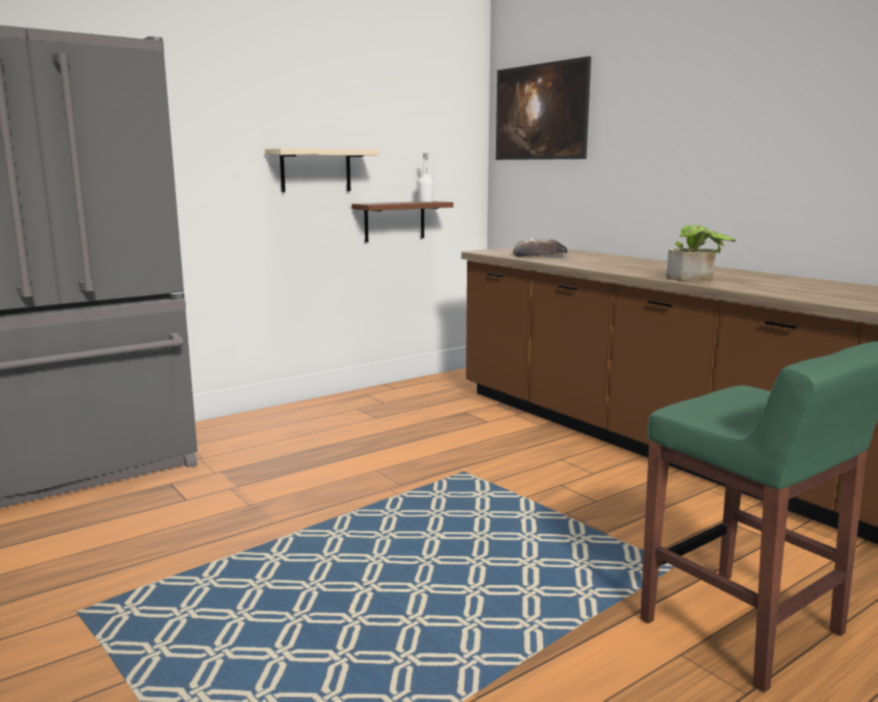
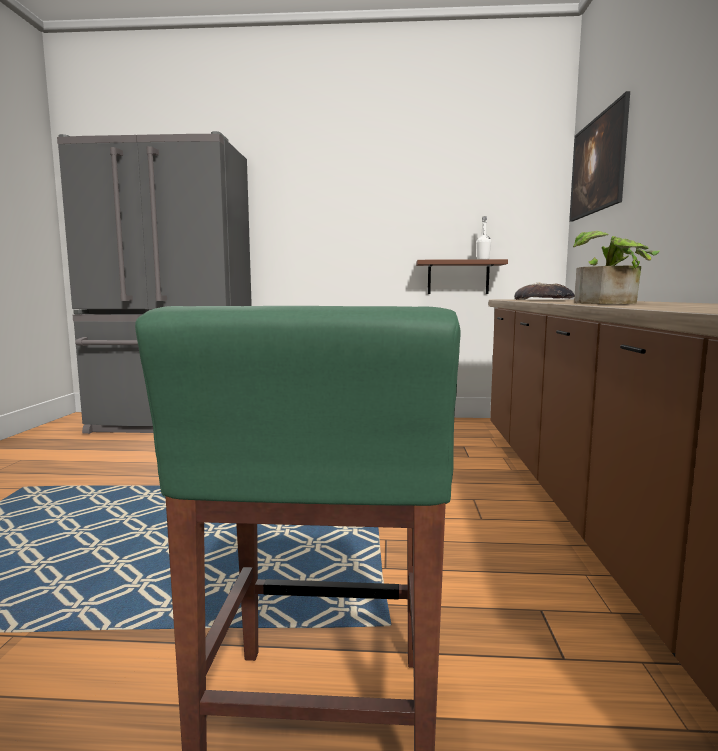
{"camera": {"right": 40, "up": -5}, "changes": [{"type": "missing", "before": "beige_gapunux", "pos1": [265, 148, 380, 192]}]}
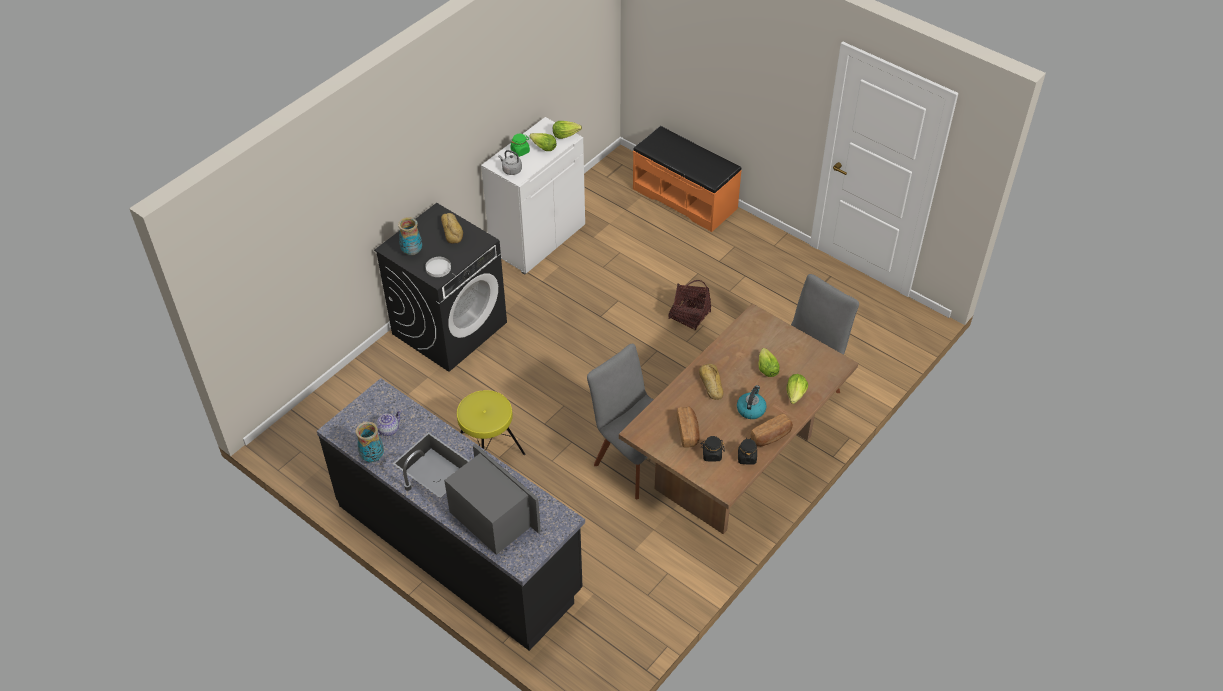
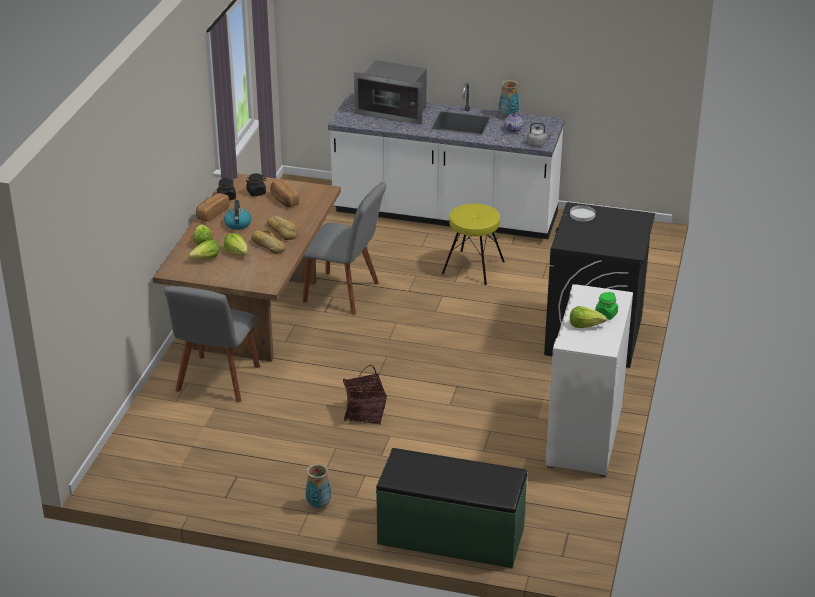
{"camera": {"right": 155, "up": -15}, "changes": [{"type": "relocated", "before": "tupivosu", "pos1": [553, 121, 582, 139], "pos2": [188, 240, 220, 259]}, {"type": "relocated", "before": "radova", "pos1": [441, 213, 463, 243], "pos2": [251, 230, 285, 254]}, {"type": "relocated", "before": "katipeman", "pos1": [398, 217, 422, 255], "pos2": [306, 464, 331, 509]}, {"type": "colour", "before": "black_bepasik", "after": "white_bepasik", "pos1": [317, 378, 585, 651], "pos2": [328, 83, 565, 239]}, {"type": "colour", "before": "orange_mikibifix", "after": "green_mikibifix", "pos1": [633, 126, 742, 232], "pos2": [376, 448, 528, 568]}, {"type": "relocated", "before": "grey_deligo", "pos1": [498, 150, 522, 175], "pos2": [527, 122, 553, 147]}]}
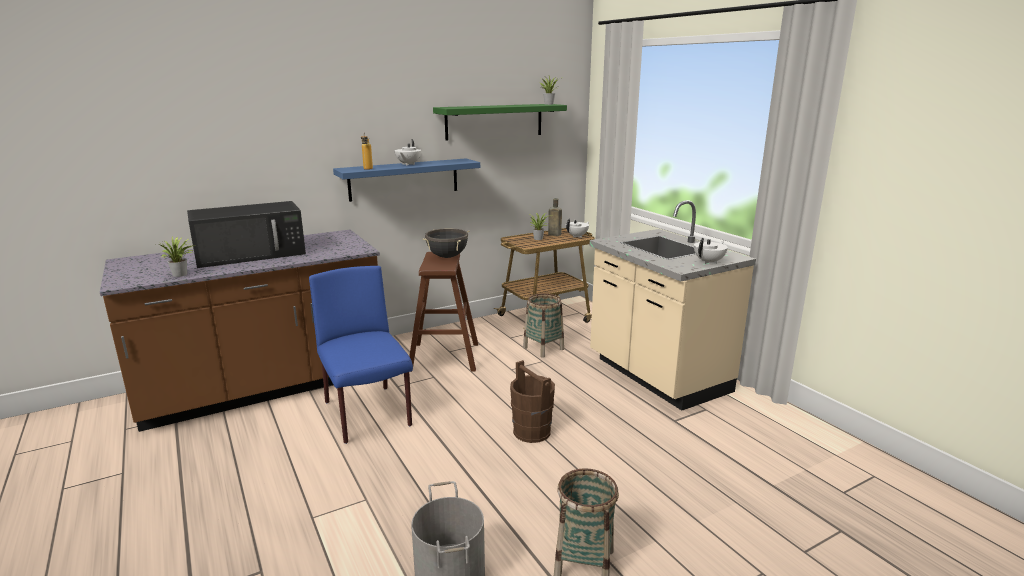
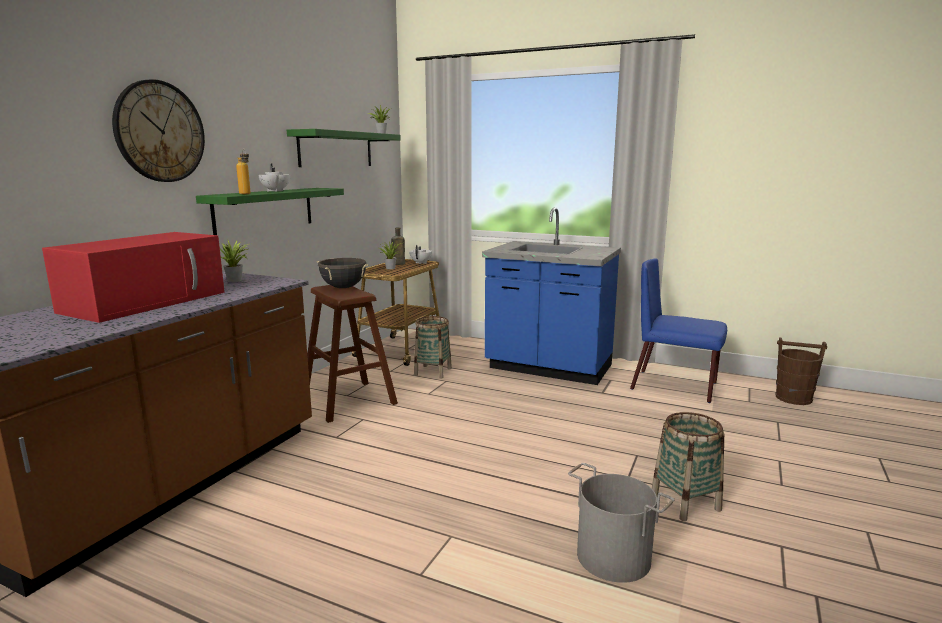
{"camera": {"right": -35, "up": -5}, "changes": [{"type": "colour", "before": "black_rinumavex", "after": "red_rinumavex", "pos1": [187, 201, 306, 268], "pos2": [42, 232, 225, 323]}, {"type": "appeared", "after": "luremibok", "pos2": [112, 79, 205, 182]}, {"type": "colour", "before": "blue_gapunux", "after": "green_gapunux", "pos1": [333, 158, 480, 202], "pos2": [196, 188, 344, 235]}, {"type": "relocated", "before": "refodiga", "pos1": [158, 237, 196, 277], "pos2": [220, 240, 252, 282]}, {"type": "colour", "before": "beige_bepasik", "after": "blue_bepasik", "pos1": [589, 200, 756, 410], "pos2": [482, 207, 621, 385]}, {"type": "relocated", "before": "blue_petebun", "pos1": [309, 266, 413, 444], "pos2": [630, 258, 727, 403]}, {"type": "relocated", "before": "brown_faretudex", "pos1": [510, 360, 555, 443], "pos2": [775, 337, 827, 405]}, {"type": "missing", "before": "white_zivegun", "pos1": [694, 238, 728, 264]}]}
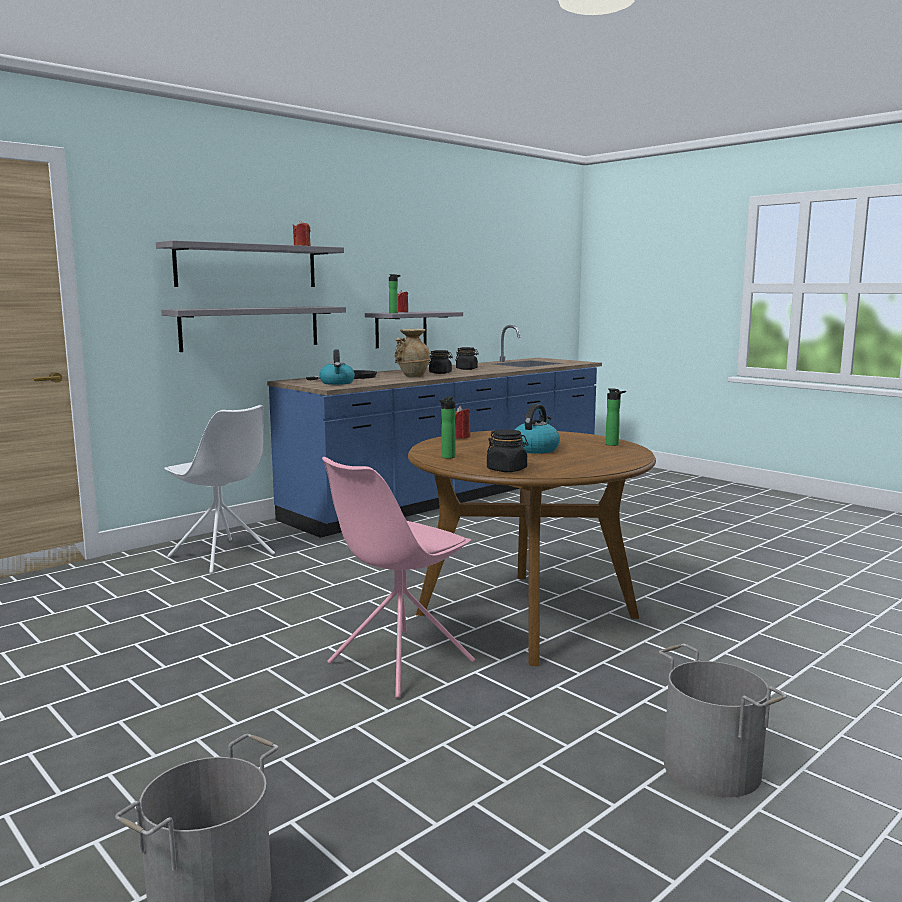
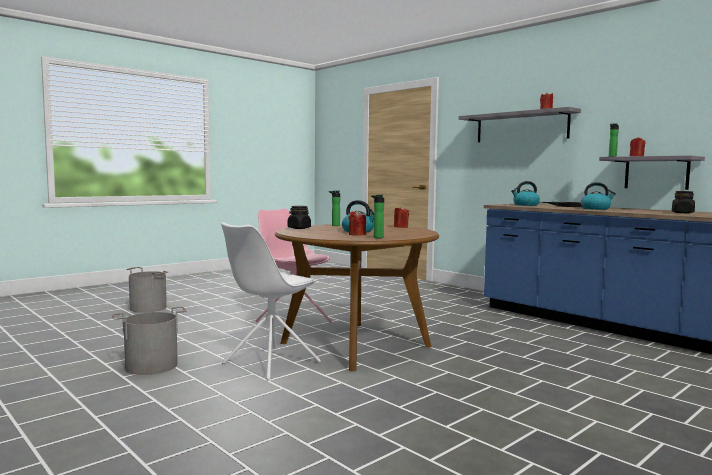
{"camera": {"right": 90, "up": -5}, "changes": [{"type": "relocated", "before": "white_petebun", "pos1": [164, 405, 275, 574], "pos2": [221, 222, 321, 381]}, {"type": "appeared", "after": "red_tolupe", "pos2": [348, 210, 366, 236]}, {"type": "exchanged", "before": "beige_katipeman", "after": "deligo", "pos1": [394, 329, 431, 377], "pos2": [581, 182, 616, 210]}, {"type": "missing", "before": "grey_gapunux", "pos1": [161, 306, 346, 352]}, {"type": "missing", "before": "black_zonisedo", "pos1": [429, 350, 453, 374]}]}
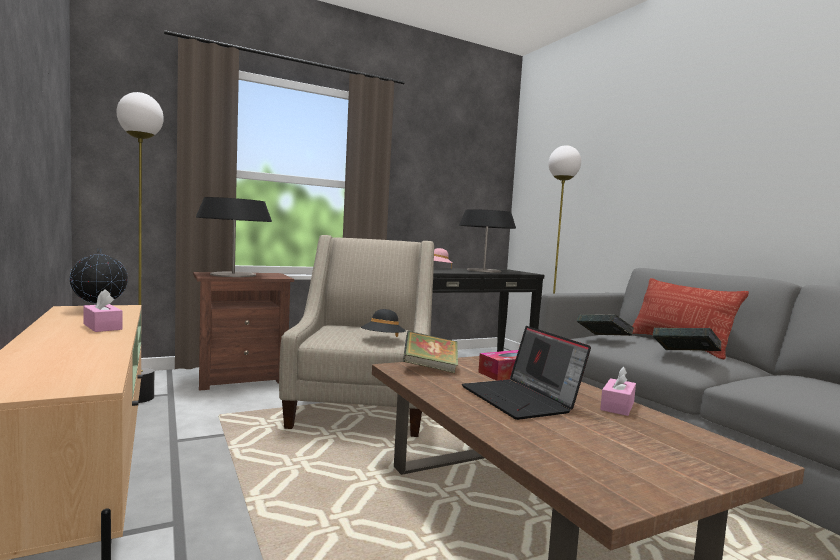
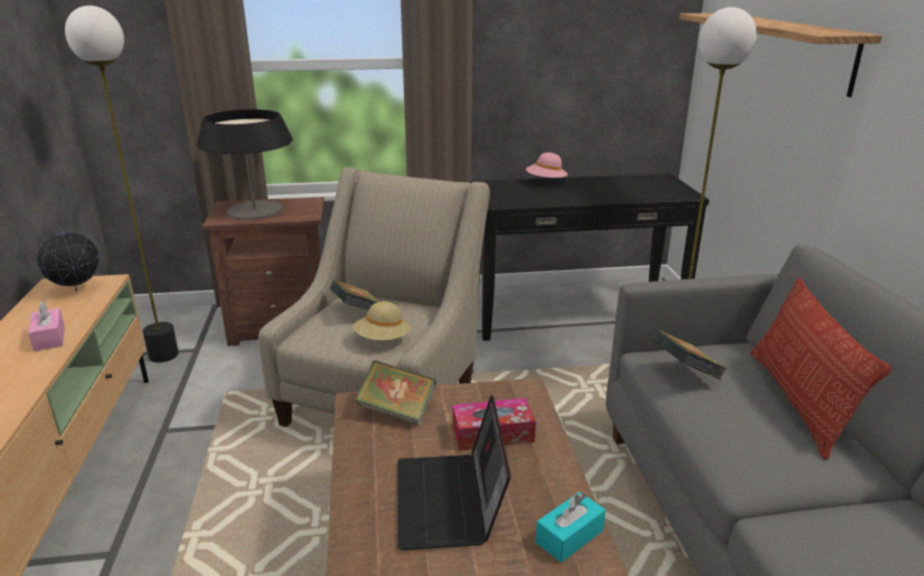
{"camera": {"right": 20, "up": 20}, "changes": [{"type": "relocated", "before": "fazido", "pos1": [653, 328, 721, 351], "pos2": [330, 280, 379, 310]}, {"type": "colour", "before": "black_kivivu", "after": "beige_kivivu", "pos1": [361, 309, 406, 337], "pos2": [353, 301, 411, 340]}, {"type": "colour", "before": "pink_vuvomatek", "after": "turquoise_vuvomatek", "pos1": [600, 366, 636, 416], "pos2": [536, 492, 606, 563]}, {"type": "appeared", "after": "gapunux", "pos2": [679, 13, 882, 97]}, {"type": "missing", "before": "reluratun", "pos1": [459, 209, 516, 273]}]}
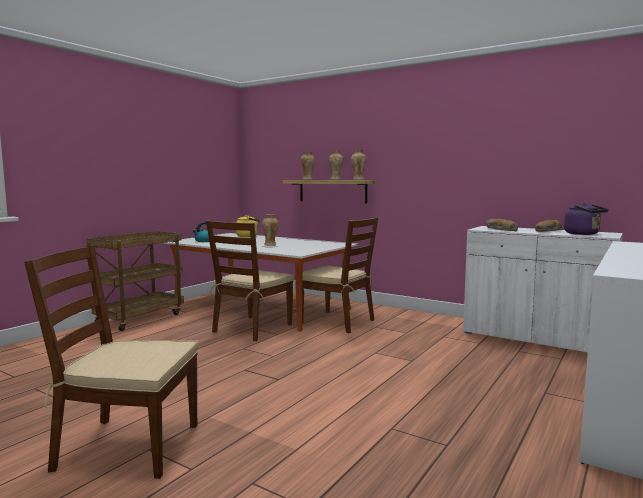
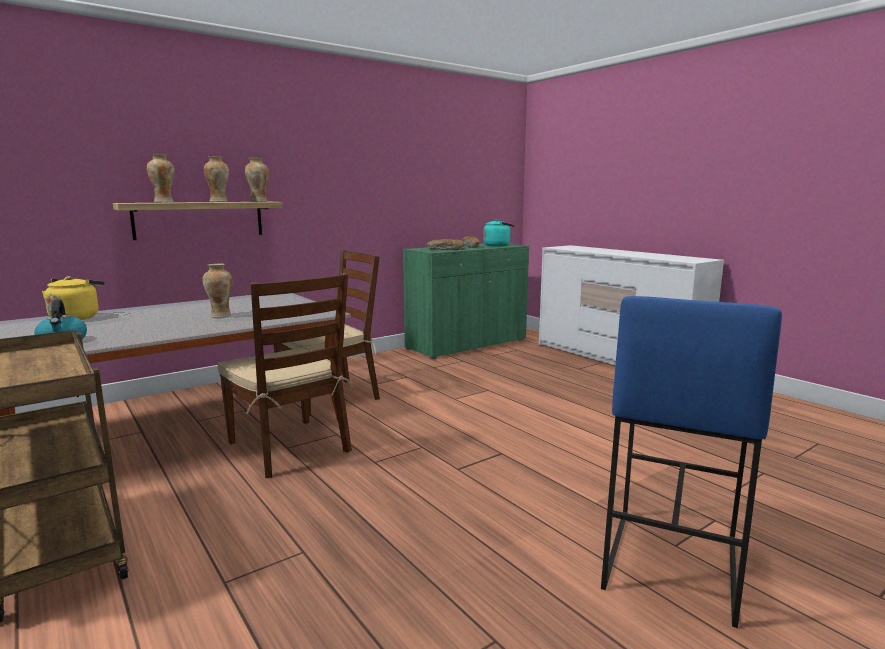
{"camera": {"right": -70, "up": 5}, "changes": [{"type": "colour", "before": "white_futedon", "after": "green_futedon", "pos1": [463, 226, 623, 352], "pos2": [403, 244, 529, 359]}, {"type": "colour", "before": "purple_deligo", "after": "turquoise_deligo", "pos1": [564, 203, 609, 235], "pos2": [483, 219, 515, 247]}, {"type": "exchanged", "before": "brown_petebun", "after": "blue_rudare", "pos1": [24, 245, 199, 479], "pos2": [601, 296, 782, 628]}]}
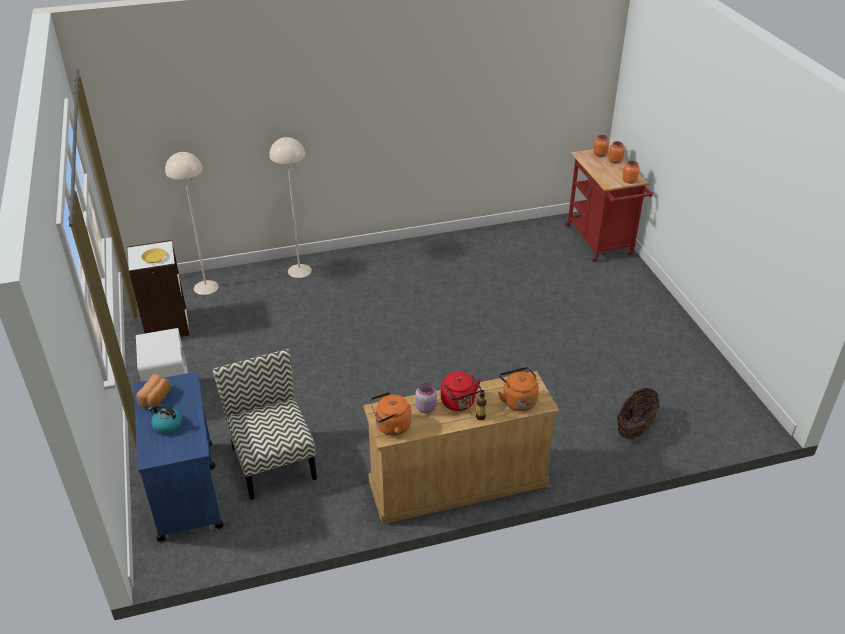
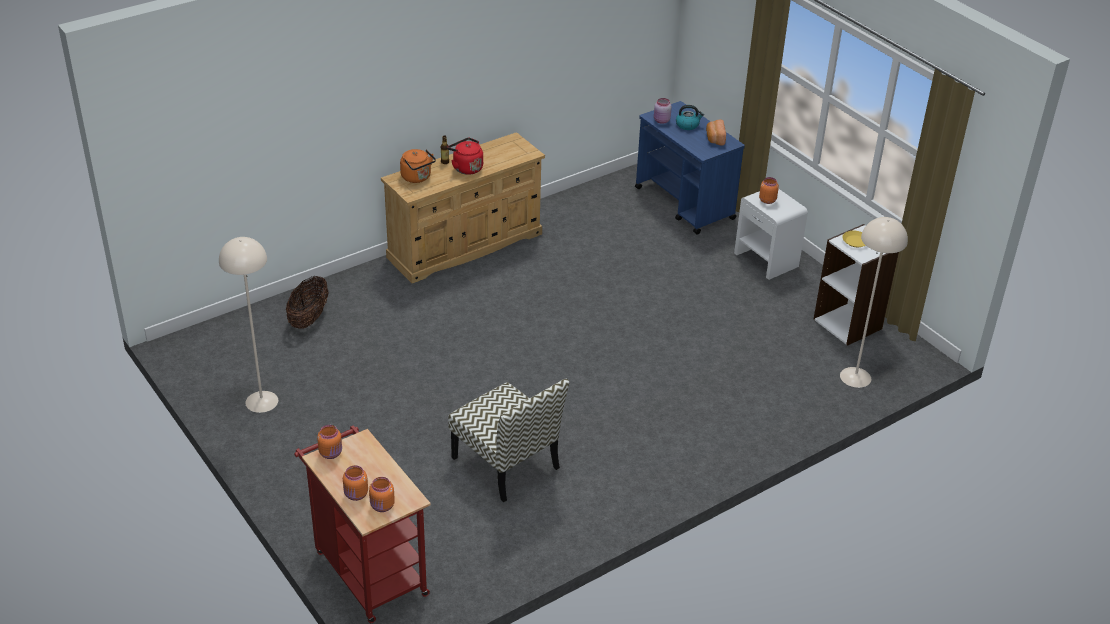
{"camera": {"right": 160, "up": 0}, "changes": [{"type": "relocated", "before": "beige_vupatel", "pos1": [269, 137, 312, 278], "pos2": [219, 237, 278, 413]}, {"type": "relocated", "before": "petebun", "pos1": [213, 349, 317, 500], "pos2": [448, 379, 569, 502]}, {"type": "relocated", "before": "pink_zonisedo", "pos1": [415, 383, 437, 413], "pos2": [654, 98, 672, 124]}, {"type": "appeared", "after": "orange_zonisedo", "pos2": [759, 177, 779, 204]}, {"type": "missing", "before": "orange_deligo", "pos1": [370, 392, 411, 436]}]}
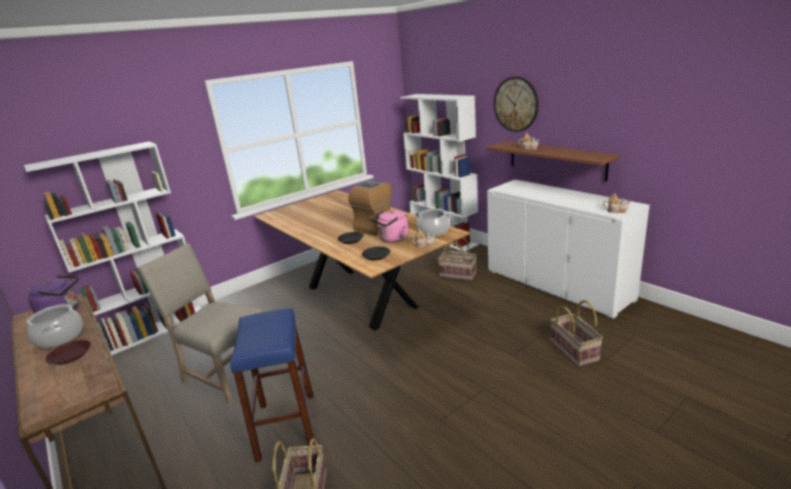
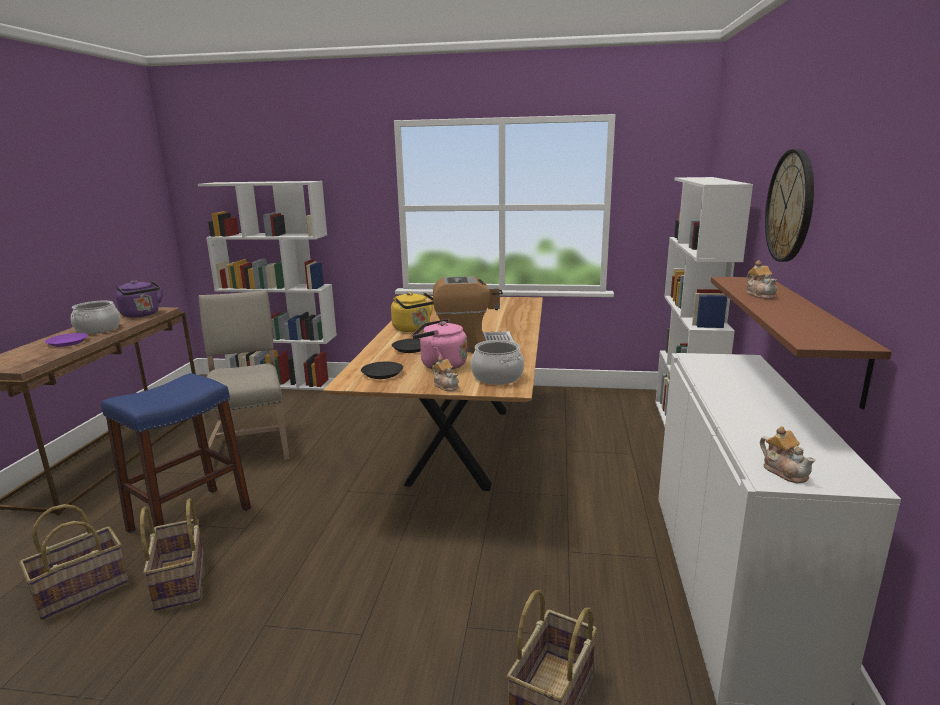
{"camera": {"right": 45, "up": -5}, "changes": [{"type": "colour", "before": "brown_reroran", "after": "purple_reroran", "pos1": [45, 340, 91, 365], "pos2": [45, 333, 88, 347]}, {"type": "relocated", "before": "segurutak", "pos1": [438, 237, 477, 281], "pos2": [140, 498, 204, 611]}, {"type": "appeared", "after": "yellow_deligo", "pos2": [391, 292, 433, 332]}]}
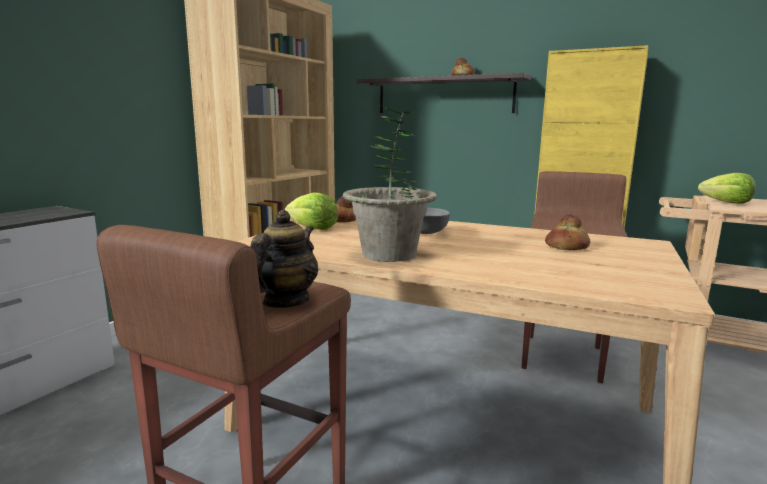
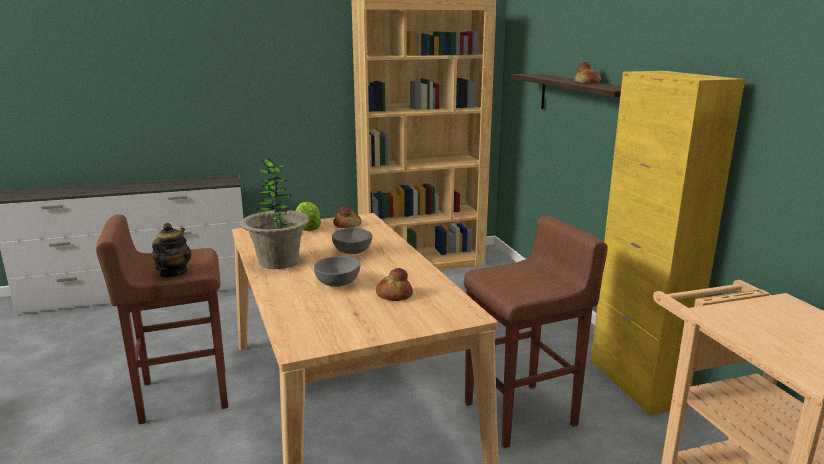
{"camera": {"right": 45, "up": 5}, "changes": [{"type": "spun", "before": "zivegun", "pos1": [250, 210, 318, 308], "pos2": [152, 223, 191, 277], "turn": -60}, {"type": "appeared", "after": "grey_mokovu", "pos2": [314, 256, 360, 287]}, {"type": "missing", "before": "tupivosu", "pos1": [698, 173, 756, 204]}]}
